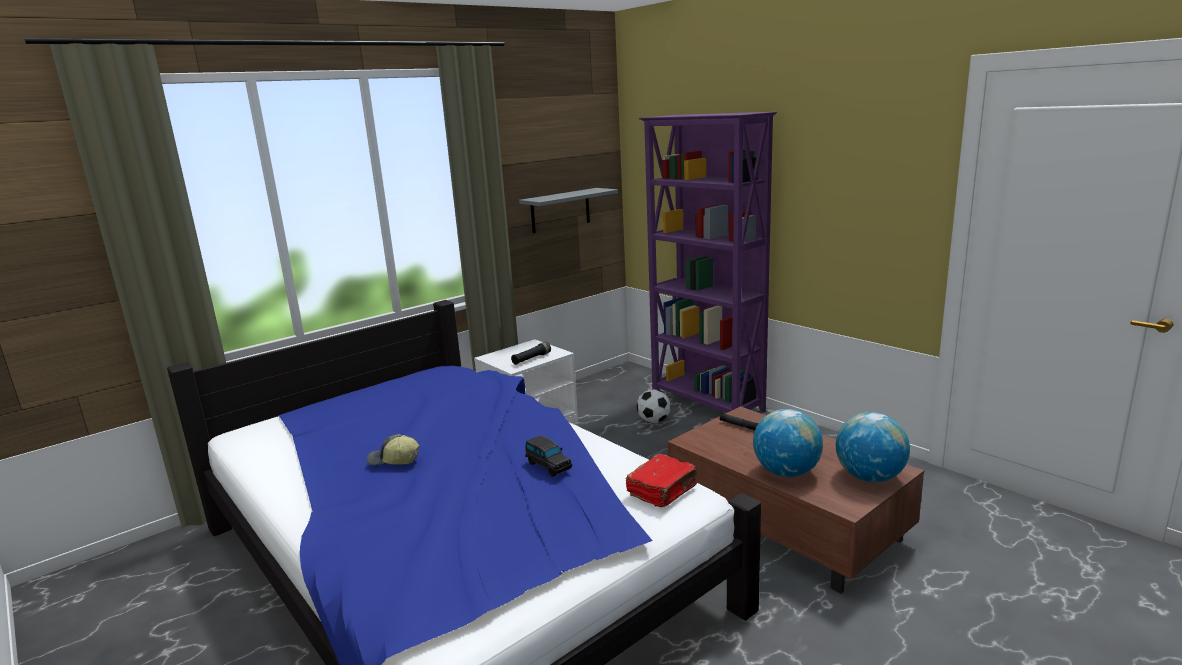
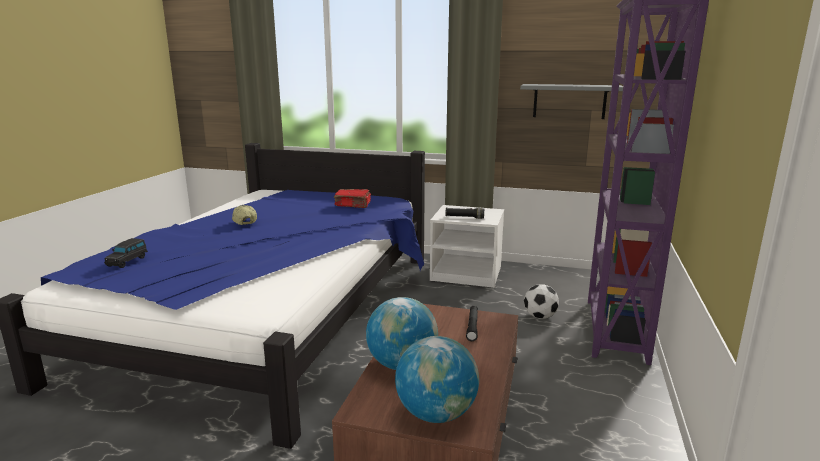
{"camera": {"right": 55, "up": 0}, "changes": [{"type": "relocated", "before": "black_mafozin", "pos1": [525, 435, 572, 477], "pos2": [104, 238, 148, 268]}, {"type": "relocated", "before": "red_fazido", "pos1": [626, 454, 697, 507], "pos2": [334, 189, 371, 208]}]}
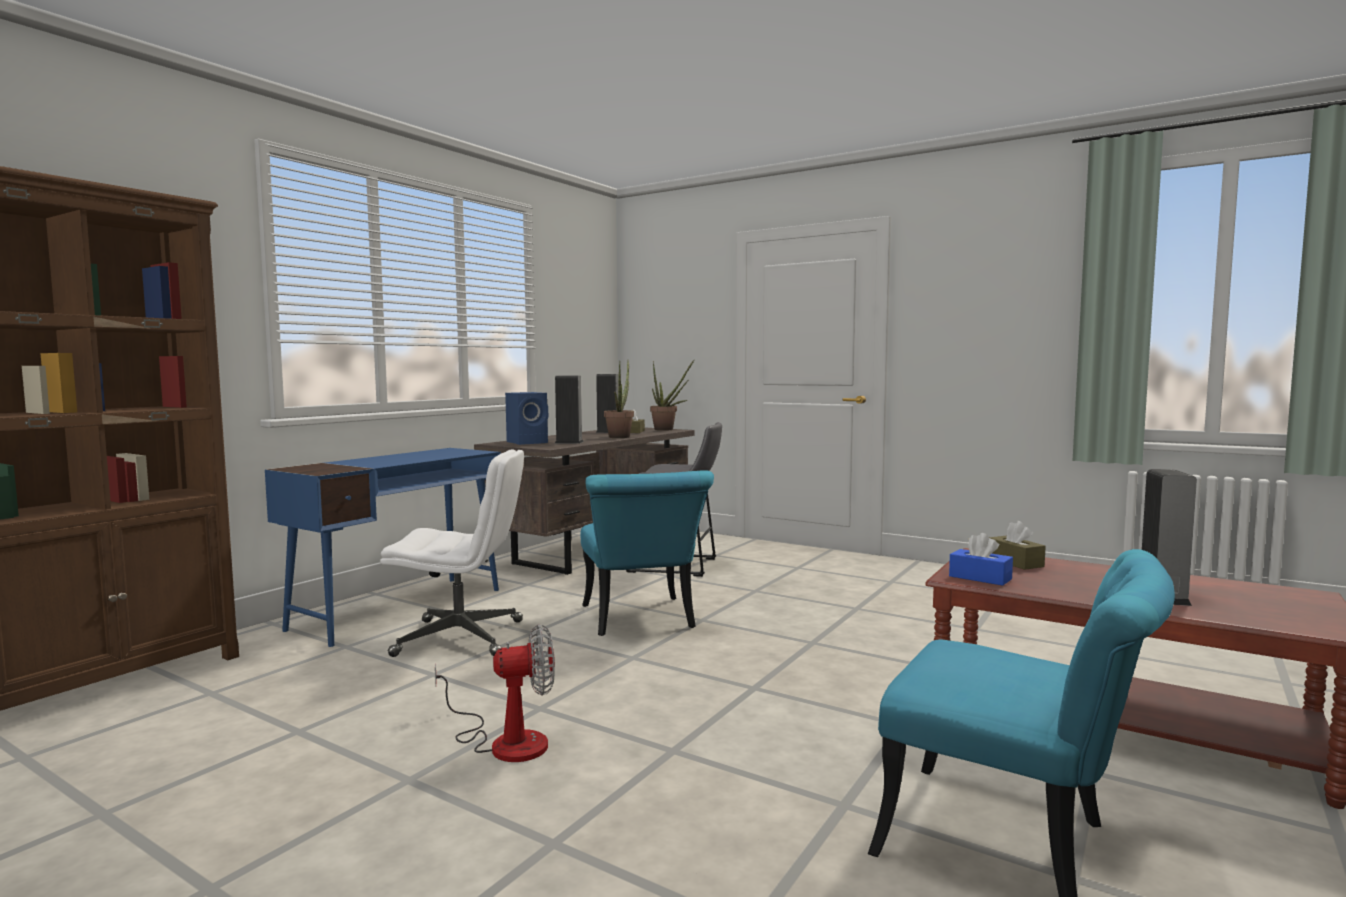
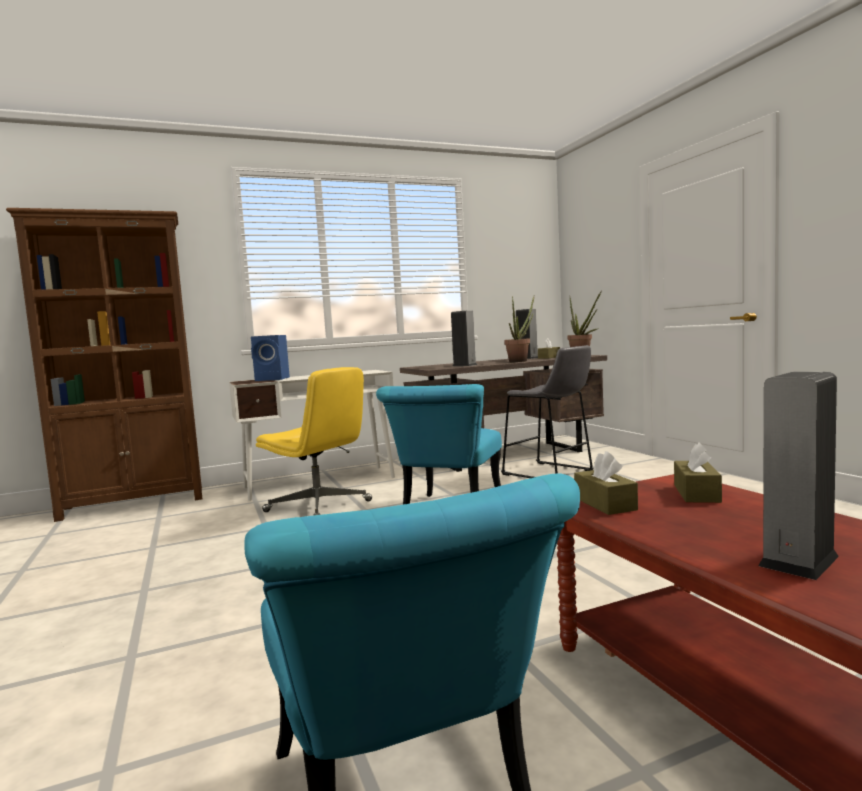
{"camera": {"right": 35, "up": 0}, "changes": [{"type": "colour", "before": "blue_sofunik", "after": "white_sofunik", "pos1": [265, 448, 501, 647], "pos2": [229, 370, 395, 501]}, {"type": "relocated", "before": "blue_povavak", "pos1": [505, 392, 548, 445], "pos2": [251, 335, 290, 381]}, {"type": "colour", "before": "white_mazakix", "after": "yellow_mazakix", "pos1": [380, 449, 524, 657], "pos2": [256, 367, 372, 516]}, {"type": "colour", "before": "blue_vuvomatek", "after": "brown_vuvomatek", "pos1": [949, 533, 1013, 586], "pos2": [574, 451, 638, 515]}, {"type": "missing", "before": "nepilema", "pos1": [435, 624, 555, 762]}]}
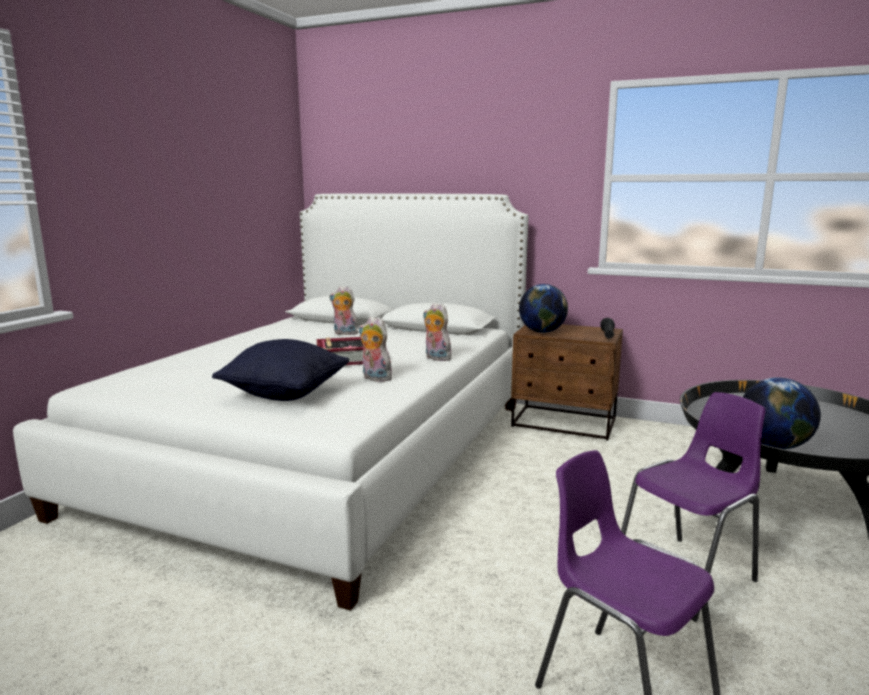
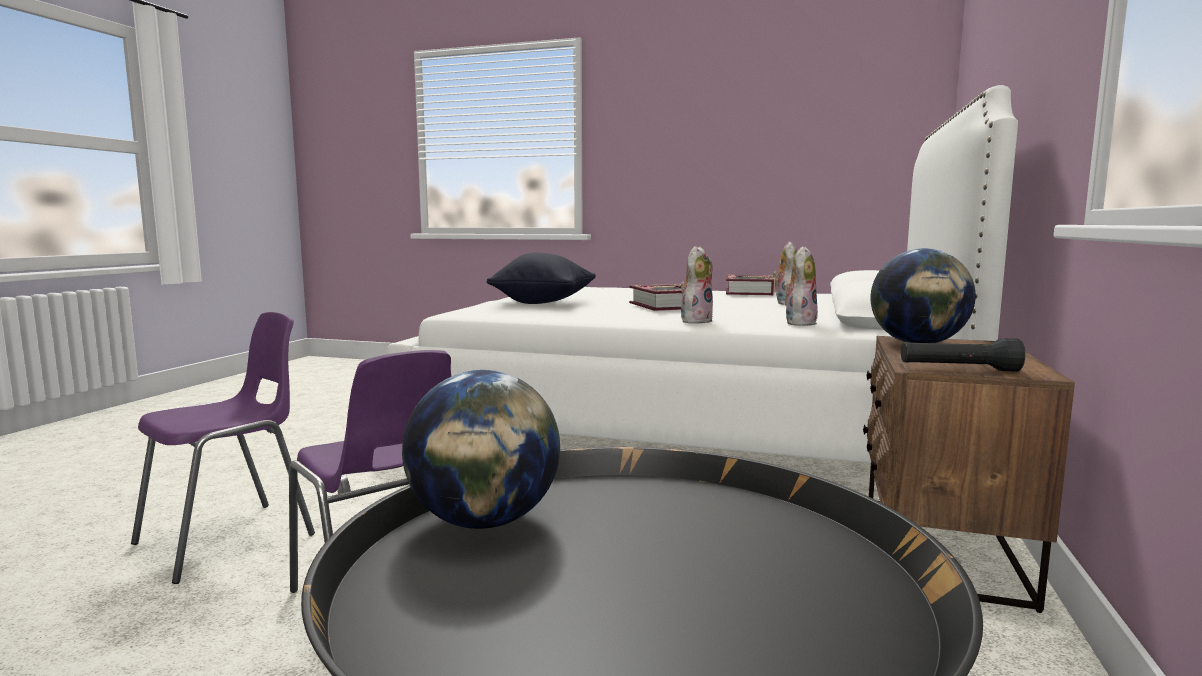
{"camera": {"right": 85, "up": -5}, "changes": [{"type": "appeared", "after": "fazido", "pos2": [726, 274, 775, 295]}, {"type": "relocated", "before": "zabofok", "pos1": [359, 316, 392, 382], "pos2": [783, 246, 818, 326]}]}
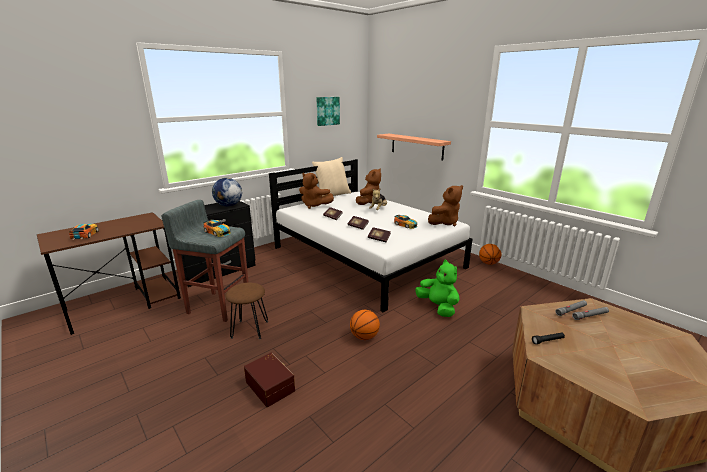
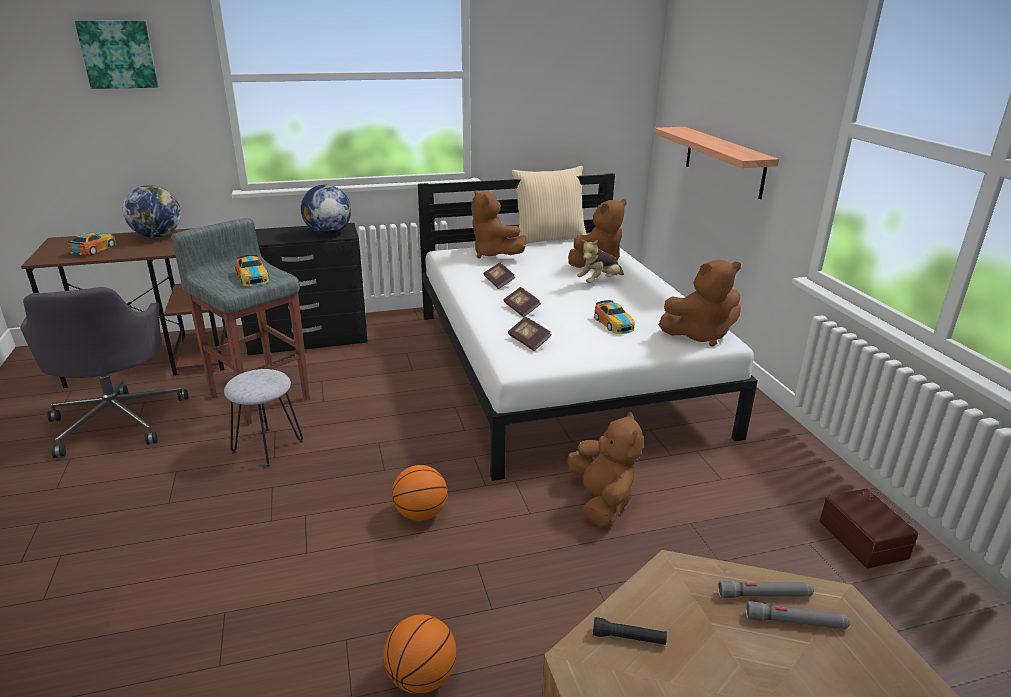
{"camera": {"right": 25, "up": 5}, "changes": [{"type": "appeared", "after": "grey_mazakix", "pos2": [20, 287, 188, 458]}, {"type": "relocated", "before": "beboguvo", "pos1": [316, 97, 340, 126], "pos2": [75, 20, 159, 89]}, {"type": "appeared", "after": "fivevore", "pos2": [123, 185, 181, 238]}, {"type": "colour", "before": "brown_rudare", "after": "grey_rudare", "pos1": [225, 283, 268, 339], "pos2": [224, 369, 303, 467]}, {"type": "relocated", "before": "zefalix", "pos1": [479, 244, 501, 265], "pos2": [383, 615, 456, 694]}, {"type": "colour", "before": "green_zabofok", "after": "brown_zabofok", "pos1": [415, 260, 459, 317], "pos2": [567, 411, 643, 527]}, {"type": "relocated", "before": "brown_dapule", "pos1": [244, 353, 295, 407], "pos2": [819, 488, 919, 568]}]}
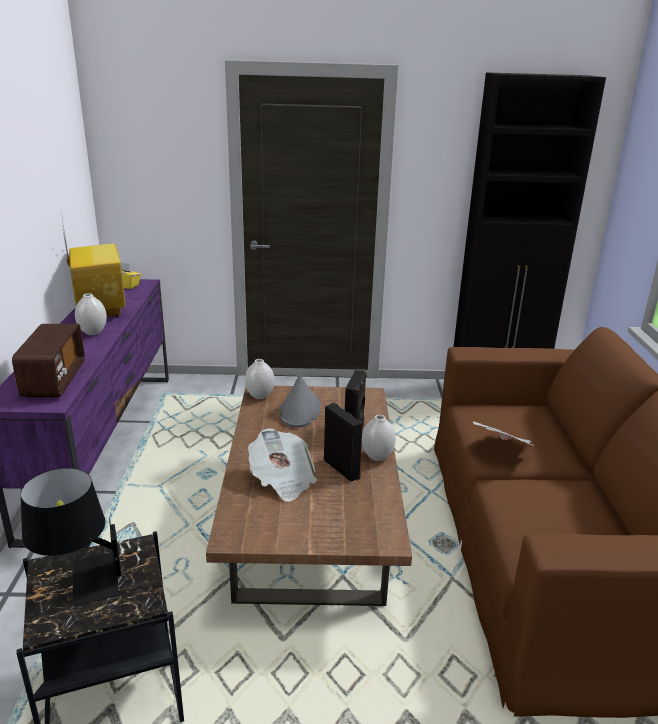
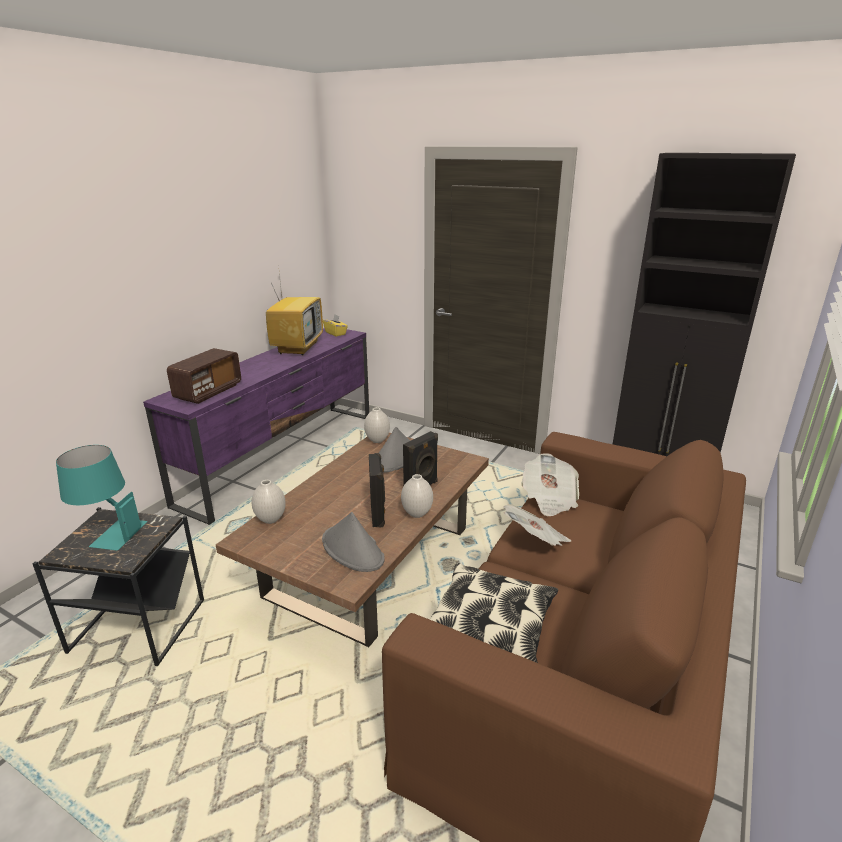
{"camera": {"right": 30, "up": 0}, "changes": [{"type": "colour", "before": "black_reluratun", "after": "turquoise_reluratun", "pos1": [21, 468, 121, 606], "pos2": [56, 445, 147, 551]}, {"type": "relocated", "before": "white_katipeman", "pos1": [75, 293, 107, 335], "pos2": [252, 480, 286, 524]}, {"type": "appeared", "after": "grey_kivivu", "pos2": [322, 512, 385, 572]}, {"type": "appeared", "after": "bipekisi", "pos2": [430, 563, 558, 663]}, {"type": "relocated", "before": "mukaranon", "pos1": [248, 428, 317, 502], "pos2": [521, 453, 579, 517]}]}
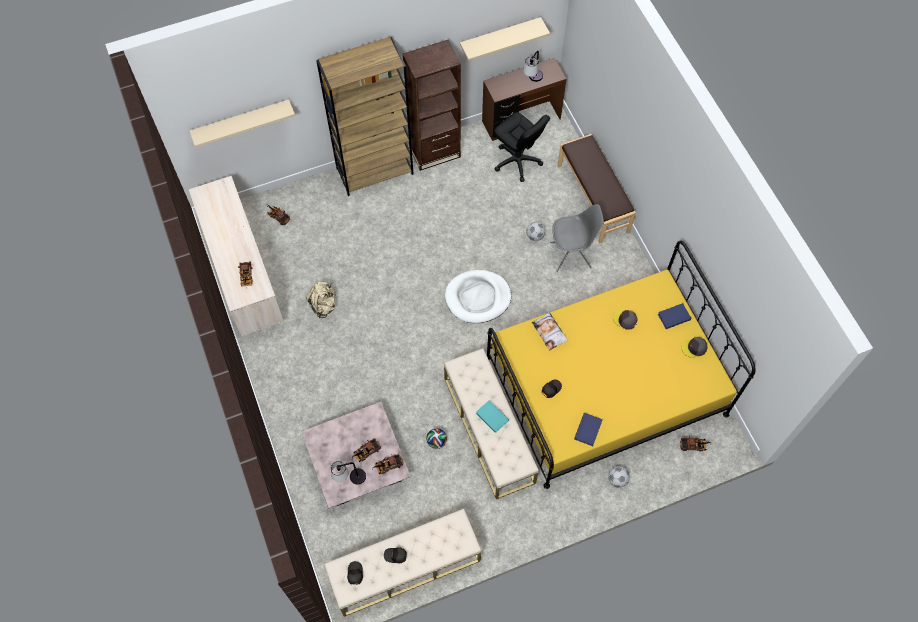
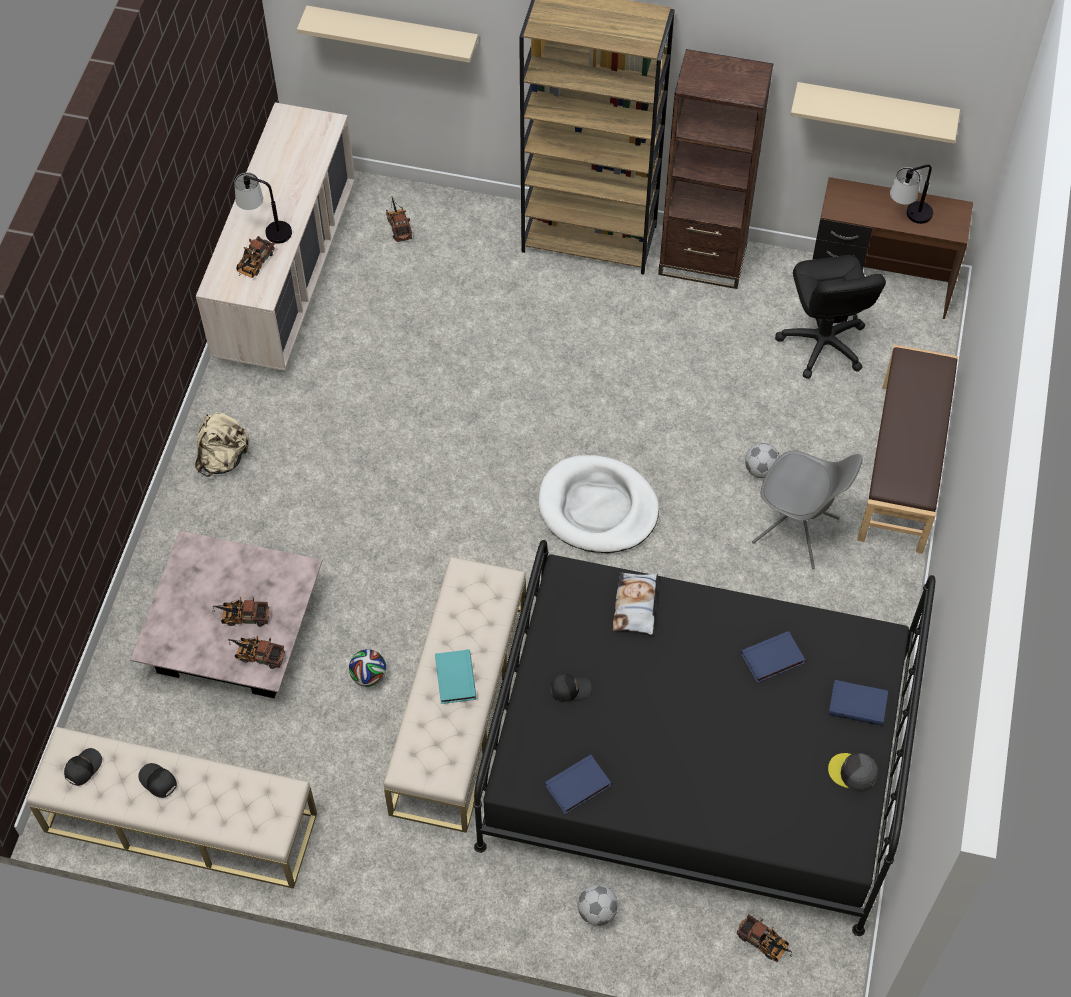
{"camera": {"right": 35, "up": -5}, "changes": [{"type": "relocated", "before": "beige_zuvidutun", "pos1": [306, 282, 336, 318], "pos2": [195, 412, 249, 477]}, {"type": "relocated", "before": "reluratun", "pos1": [331, 461, 366, 484], "pos2": [234, 172, 292, 244]}, {"type": "colour", "before": "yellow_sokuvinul", "after": "black_sokuvinul", "pos1": [487, 241, 756, 489], "pos2": [473, 540, 935, 936]}, {"type": "exchanged", "before": "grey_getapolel", "after": "blue_fazido", "pos1": [613, 310, 638, 330], "pos2": [741, 631, 805, 683]}]}
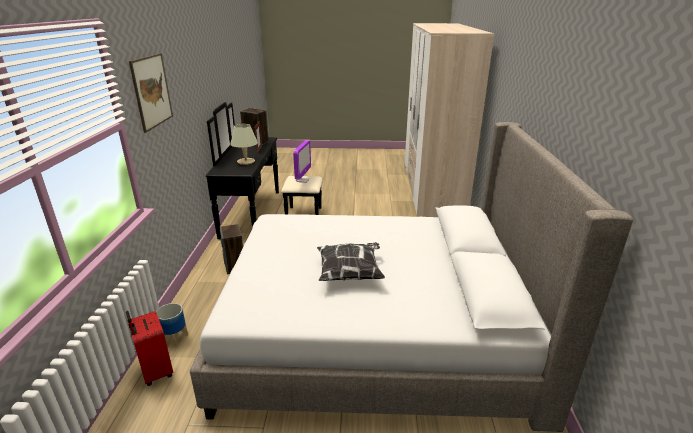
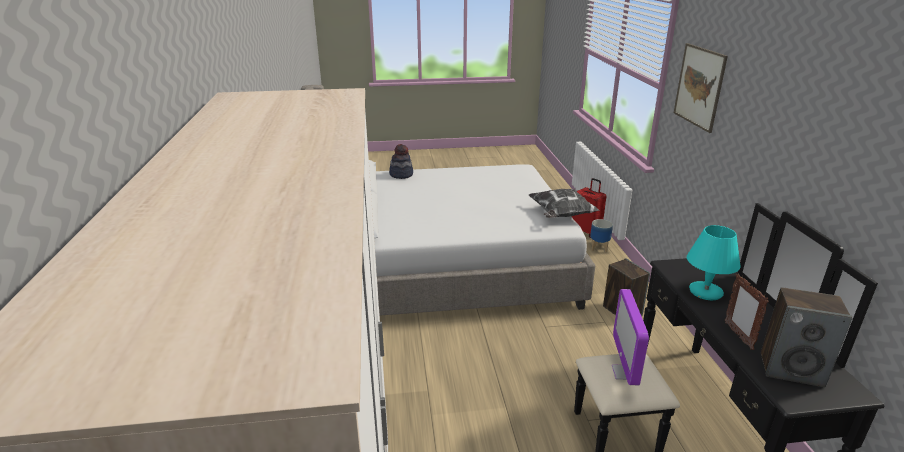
{"camera": {"right": 170, "up": 0}, "changes": [{"type": "appeared", "after": "kivivu", "pos2": [389, 144, 413, 179]}, {"type": "relocated", "before": "bipekisi", "pos1": [317, 242, 385, 281], "pos2": [529, 189, 600, 218]}, {"type": "colour", "before": "beige_reluratun", "after": "turquoise_reluratun", "pos1": [230, 124, 258, 165], "pos2": [687, 225, 741, 300]}]}
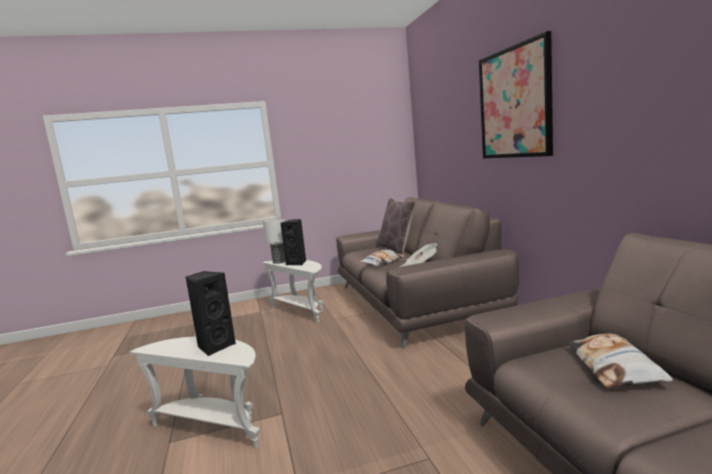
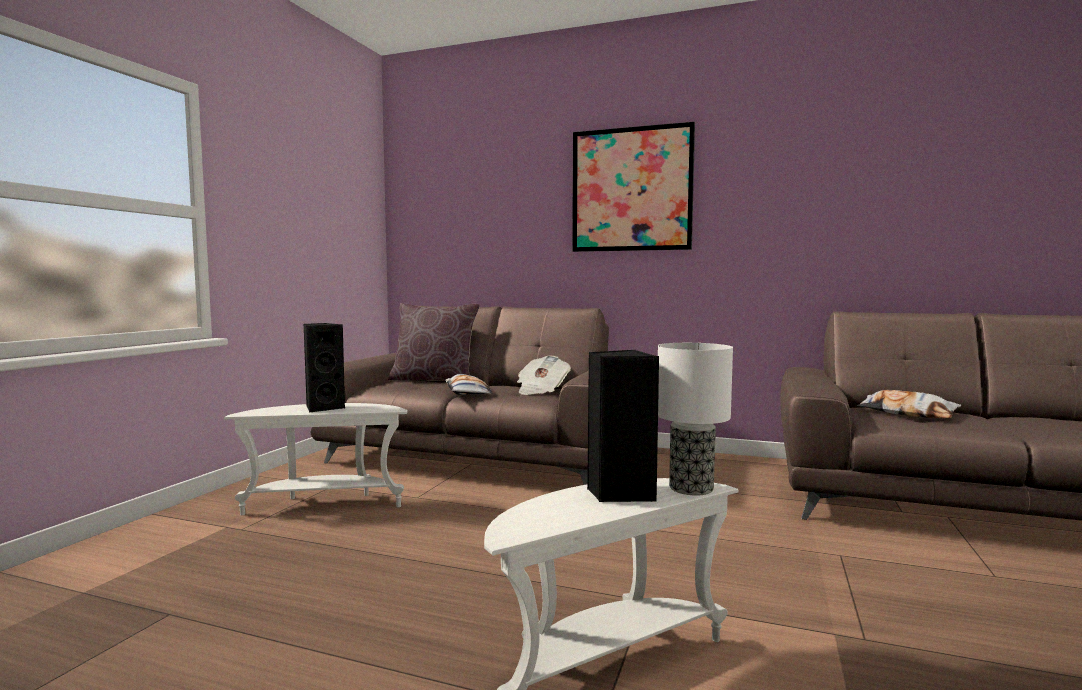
{"camera": {"right": -55, "up": -5}, "changes": [{"type": "relocated", "before": "reluratun", "pos1": [263, 217, 285, 264], "pos2": [658, 343, 733, 496]}]}
